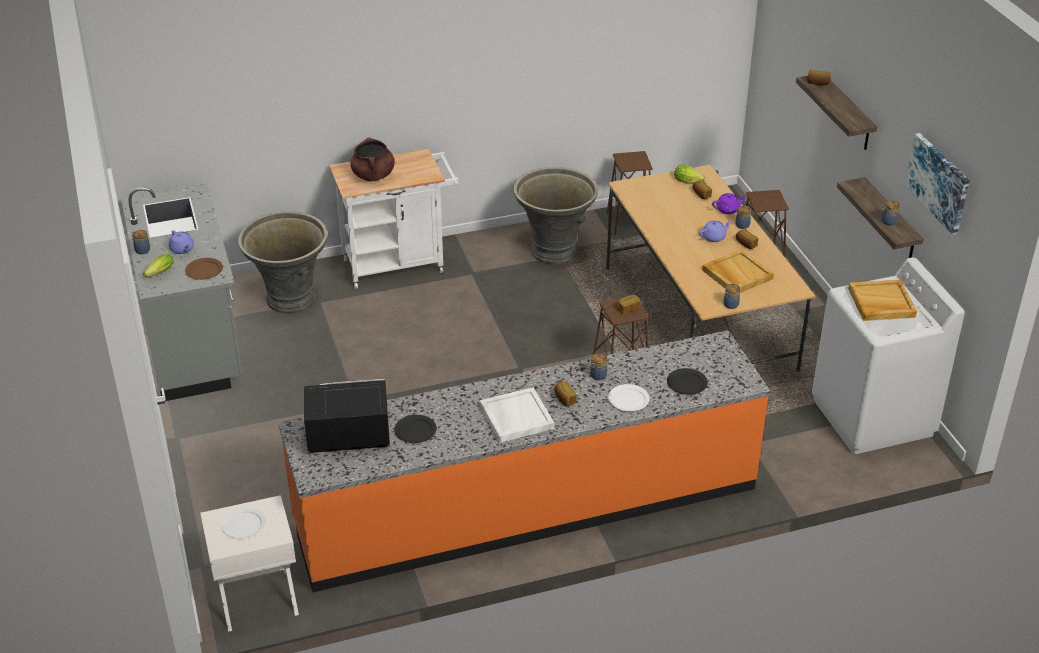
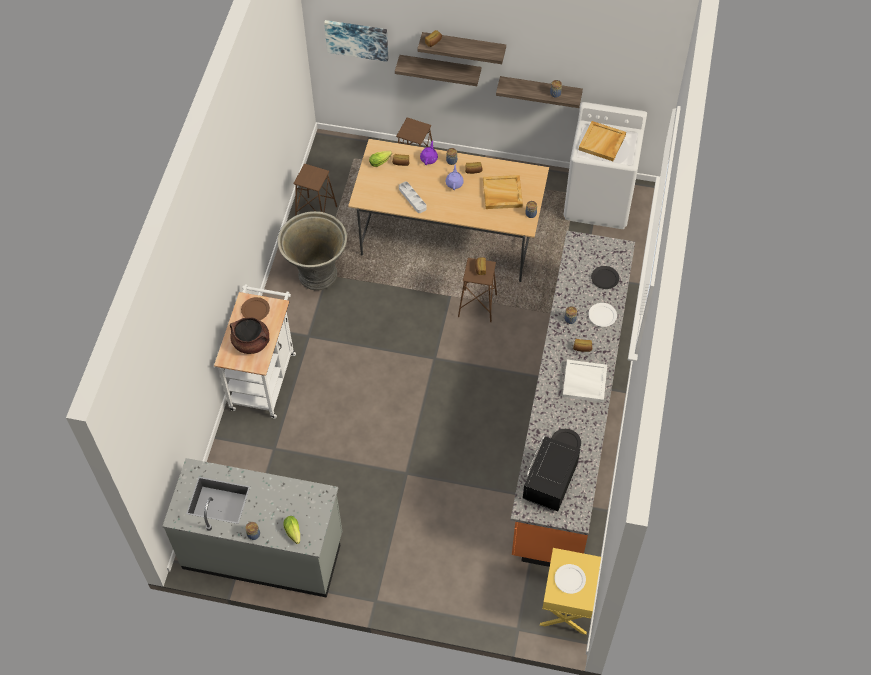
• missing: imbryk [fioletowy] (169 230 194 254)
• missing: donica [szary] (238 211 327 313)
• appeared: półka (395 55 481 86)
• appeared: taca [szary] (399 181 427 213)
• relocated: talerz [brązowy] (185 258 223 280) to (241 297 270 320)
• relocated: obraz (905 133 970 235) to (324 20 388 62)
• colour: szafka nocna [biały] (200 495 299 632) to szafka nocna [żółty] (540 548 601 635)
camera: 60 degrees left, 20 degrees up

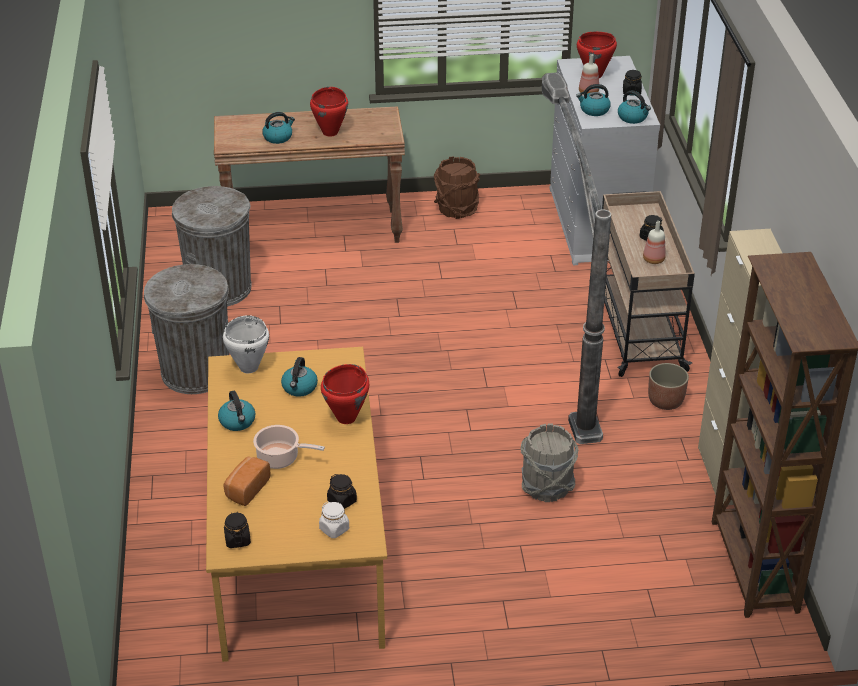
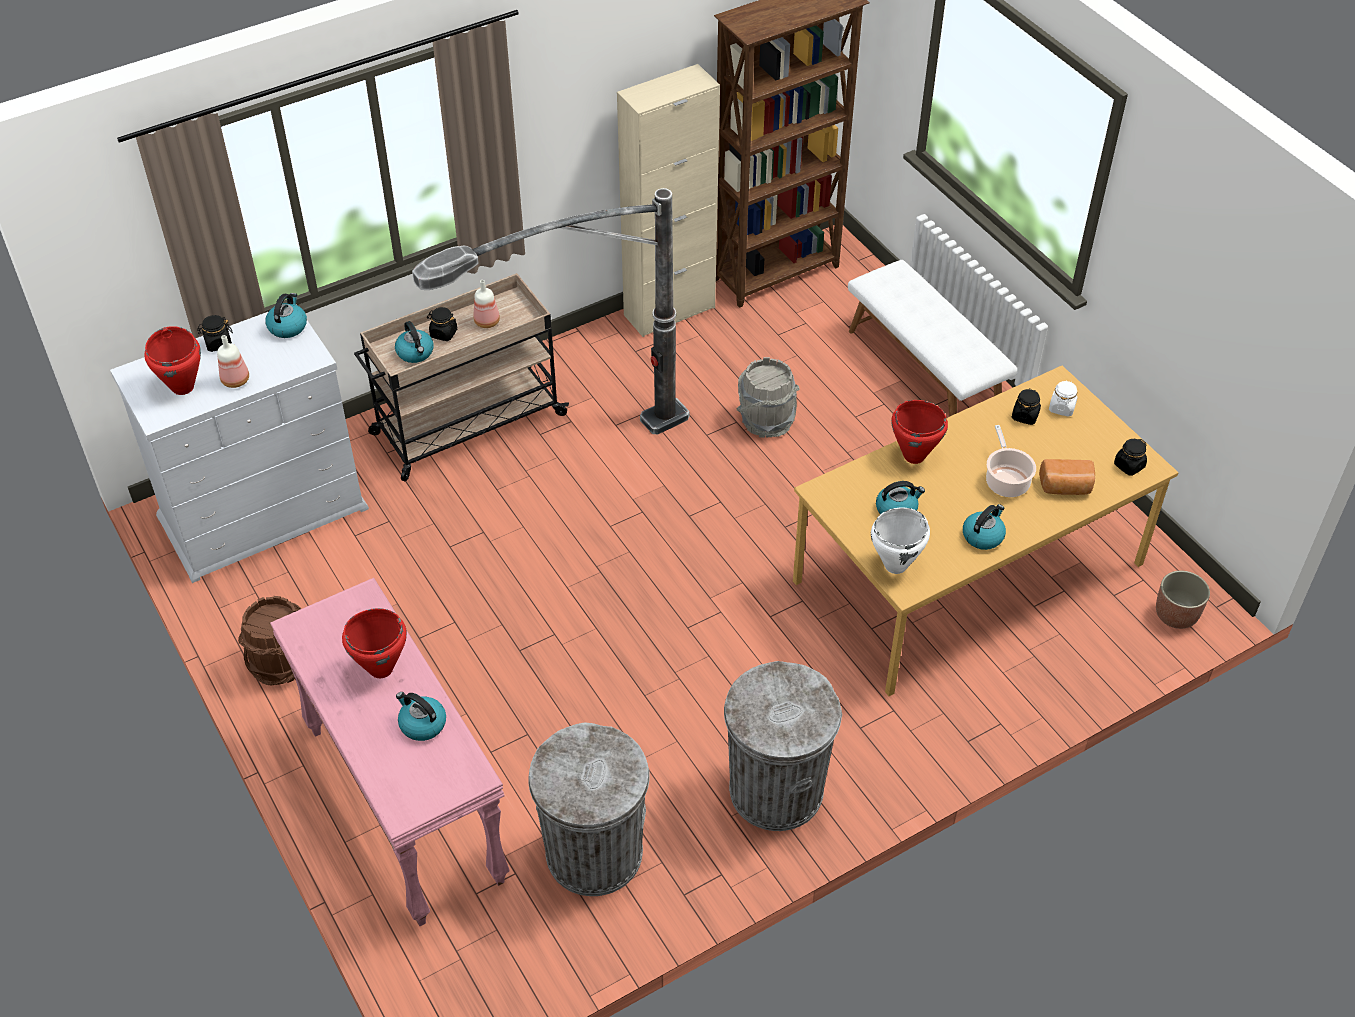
• appeared: ławka [biały] (848 260 1017 417)
• relocated: czajnik (576 84 611 116) to (395 321 434 363)
• relocated: donica (648 363 689 410) to (1156 571 1210 629)
• colour: stolik konsolowy [brązowy] (214 106 405 243) to stolik konsolowy [różowy] (270 578 510 926)
camera: 115 degrees left, 10 degrees up

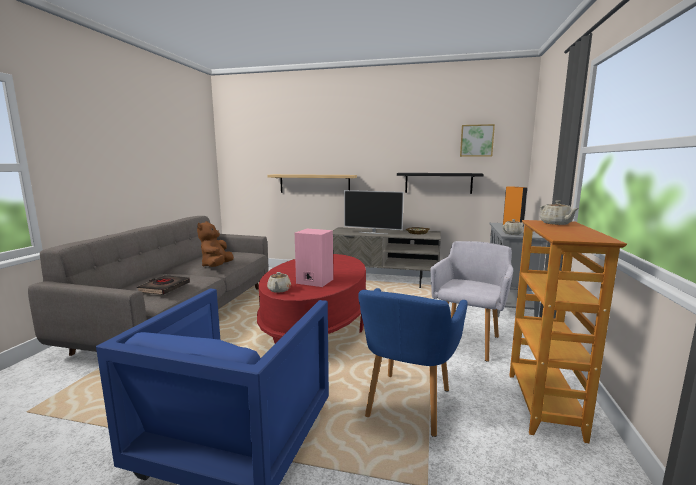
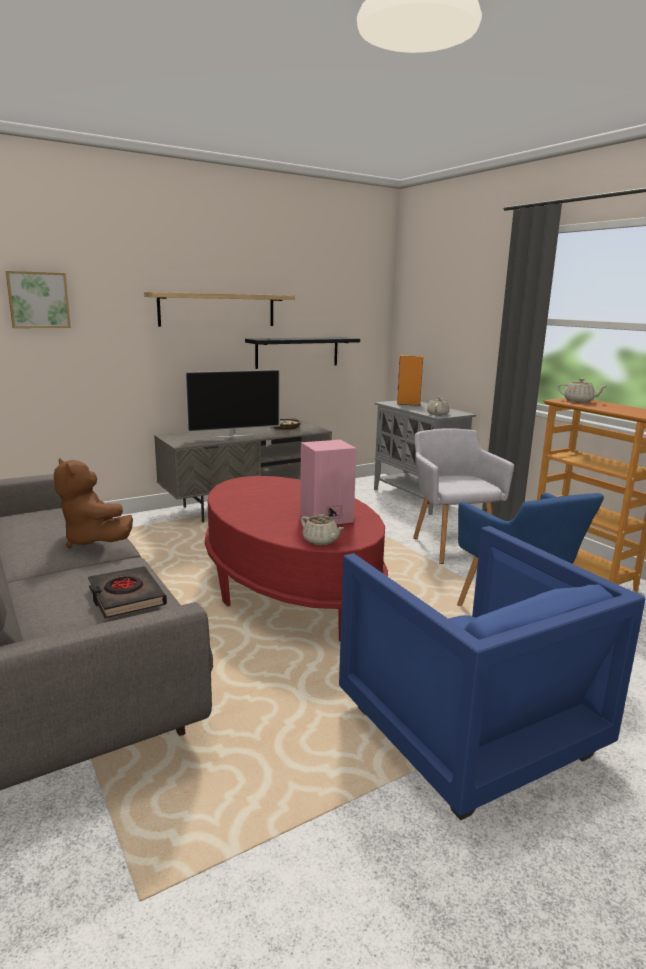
• relocated: półka (267 174 357 193) to (144 292 295 327)
• relocated: obraz (460 124 495 157) to (6 271 71 328)
camera: 45 degrees left, 5 degrees up

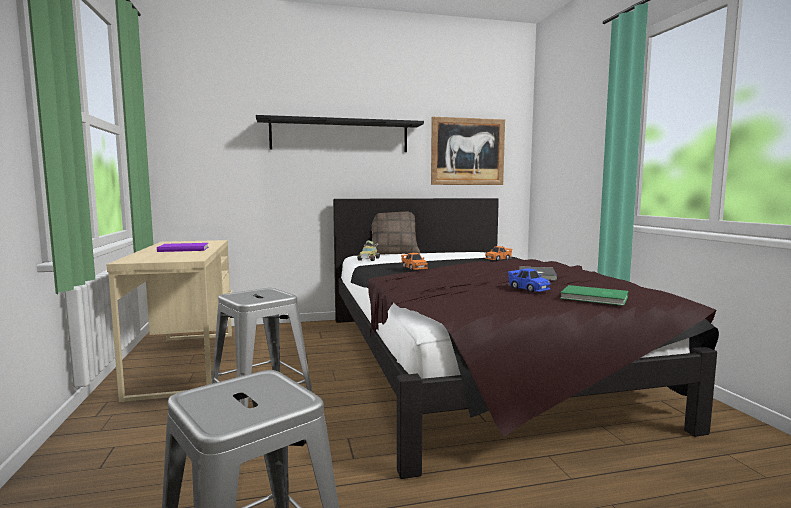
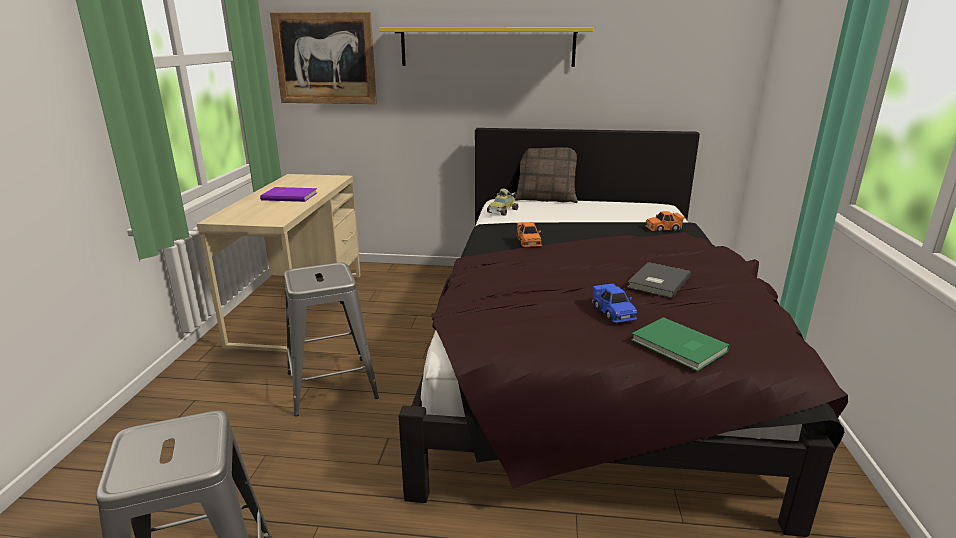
• relocated: obraz (431 117 505 185) to (270 12 377 104)
• colour: półka [czarny] (256 115 424 152) to półka [żółty] (379 27 593 67)
camera: 20 degrees right, 15 degrees up

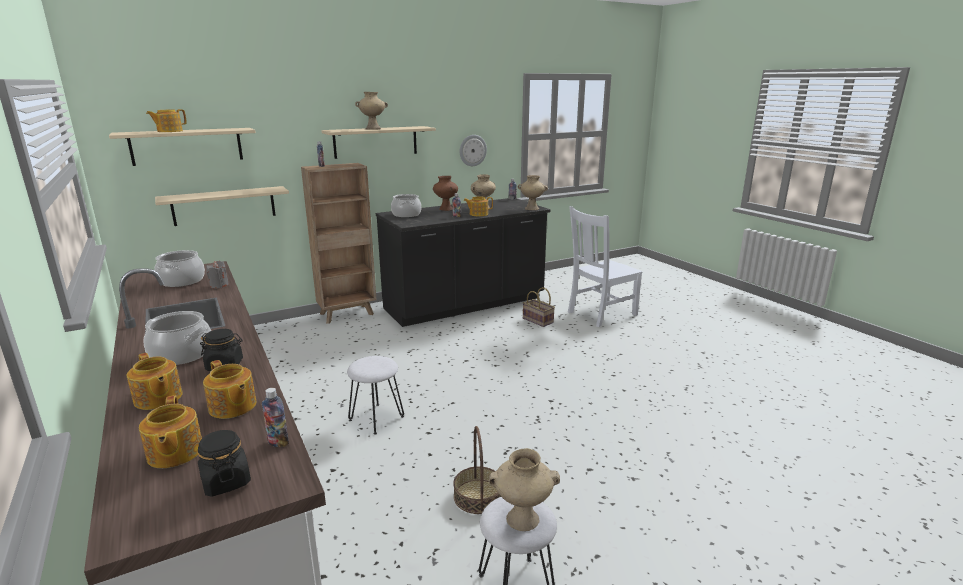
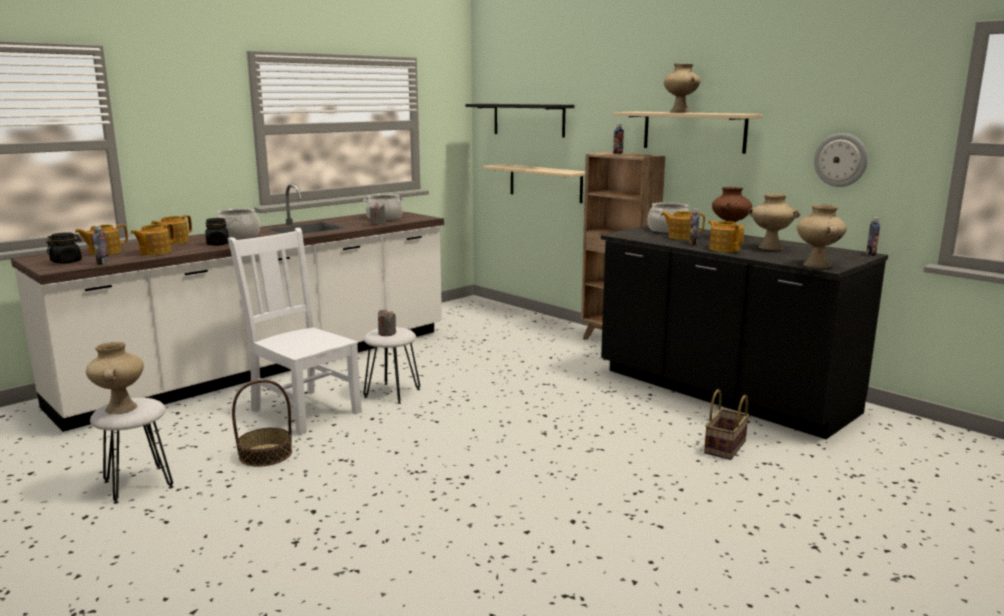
• appeared: świeca [szary] (378 309 396 336)
• relocated: imbryk (146 109 187 132) to (661 211 705 240)
• relocated: krzesło [biały] (568 206 642 327) to (228 228 362 435)
• colour: półka [beżowy] (109 128 256 166) to półka [czarny] (465 104 575 138)
camera: 75 degrees right, 5 degrees down

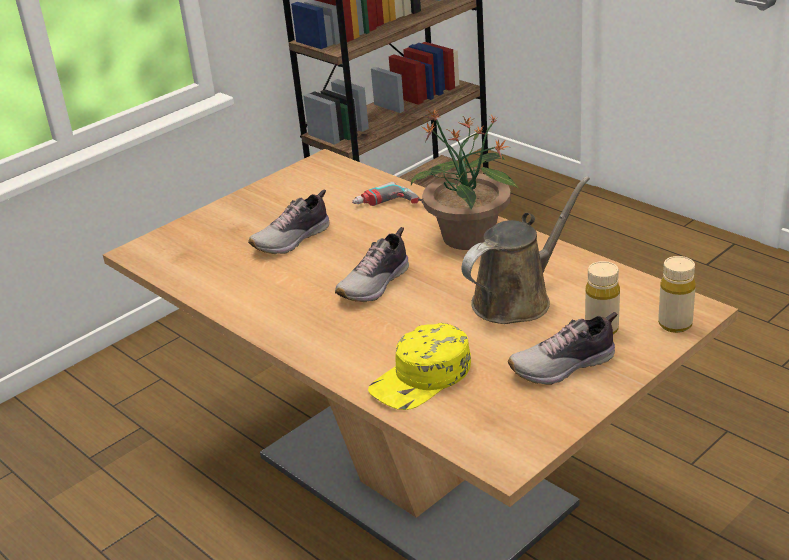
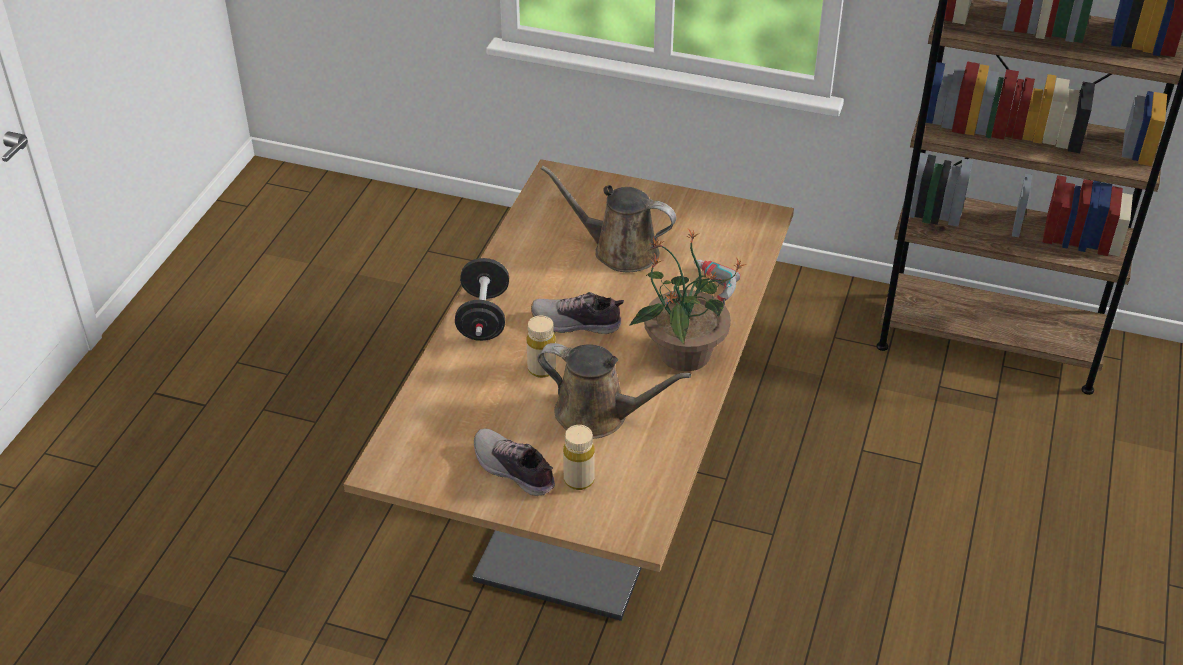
• missing: czapka z daszkiem [żółty] (368 323 471 410)
• appeared: hantel [czarny] (455 258 509 341)
• relocated: butelka [beżowy] (658 256 696 333) to (526 315 556 378)
• exchanged: but (248 190 330 254) to konewka [brązowy] (541 166 676 272)
camera: 60 degrees right, 10 degrees up

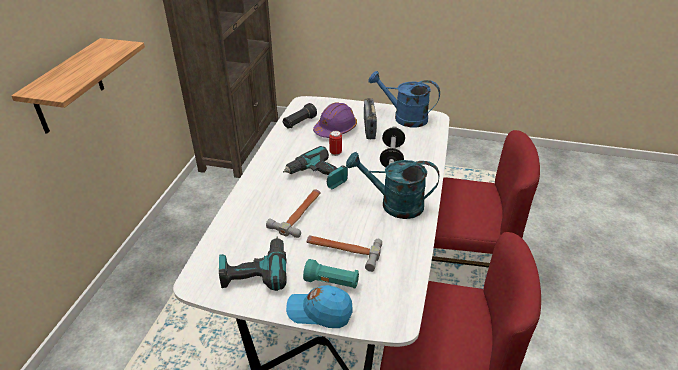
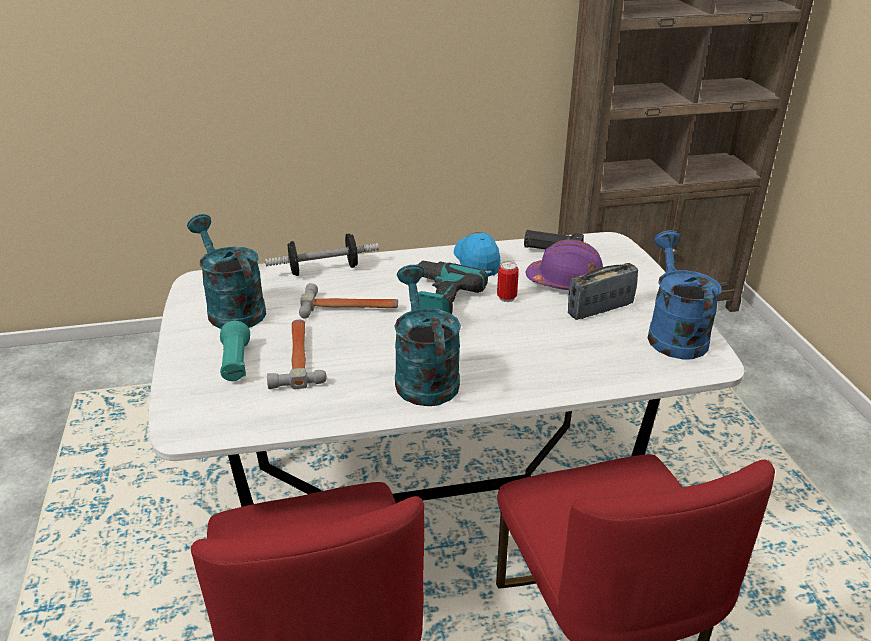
• missing: półka (11 38 145 134)
• relocated: czapka z daszkiem [niebieski] (286 285 352 328) to (454 232 501 277)
• relocated: hantel (380 126 405 168) to (265 234 379 276)
• exchanged: wiertarka (219 237 287 291) to konewka [turkusowy] (187 214 266 329)
camera: 65 degrees right, 5 degrees down

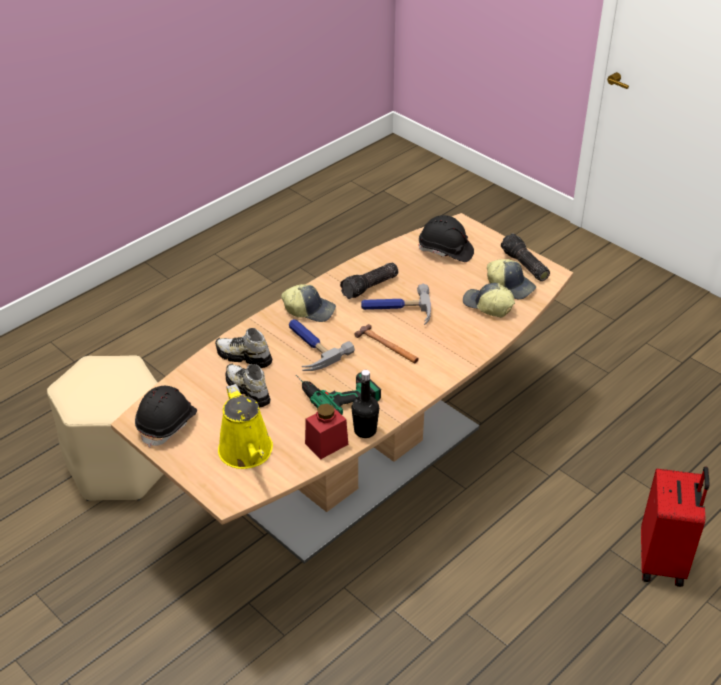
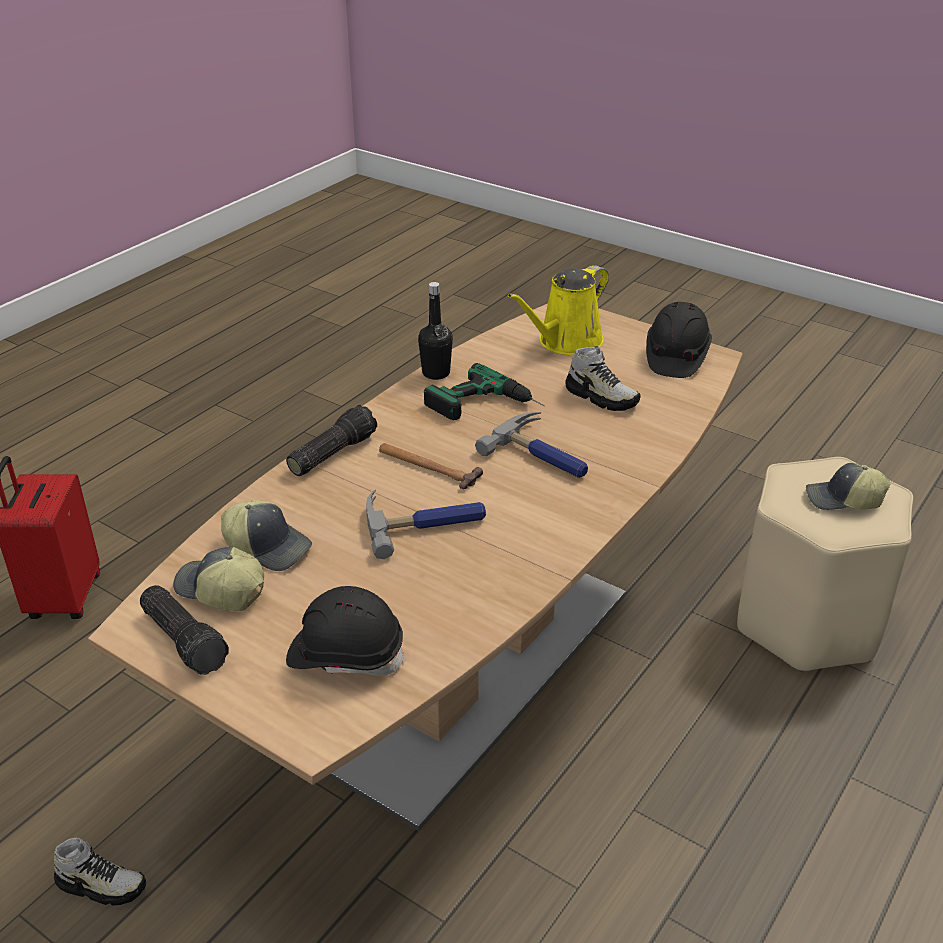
• missing: słoik [czerwony] (305 404 348 459)
• relocated: but (215 328 272 368) to (54 837 146 906)
• relocated: czapka z daszkiem (281 284 336 322) to (806 463 890 510)
• relocated: latarka (340 263 398 299) to (286 405 377 476)
• spun: konewka [żółty] (218 384 273 469) = (508 265 609 355) 105 degrees counterclockwise
camera: 170 degrees right, 5 degrees down

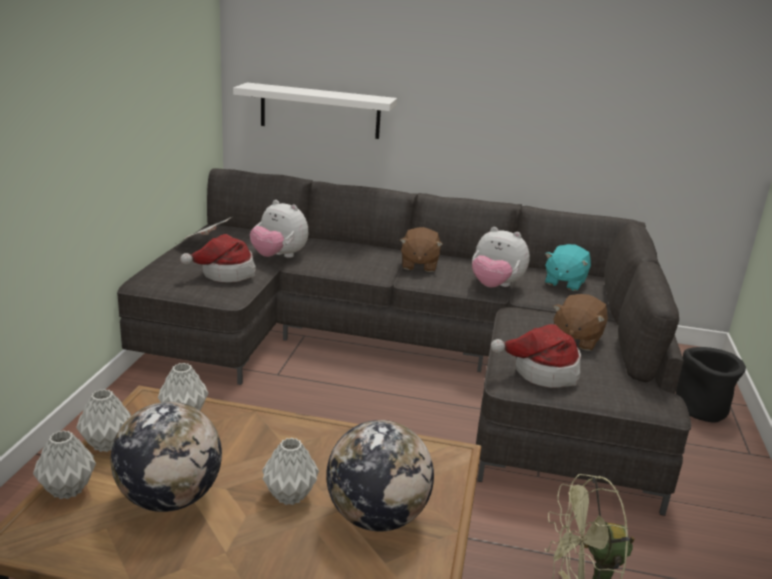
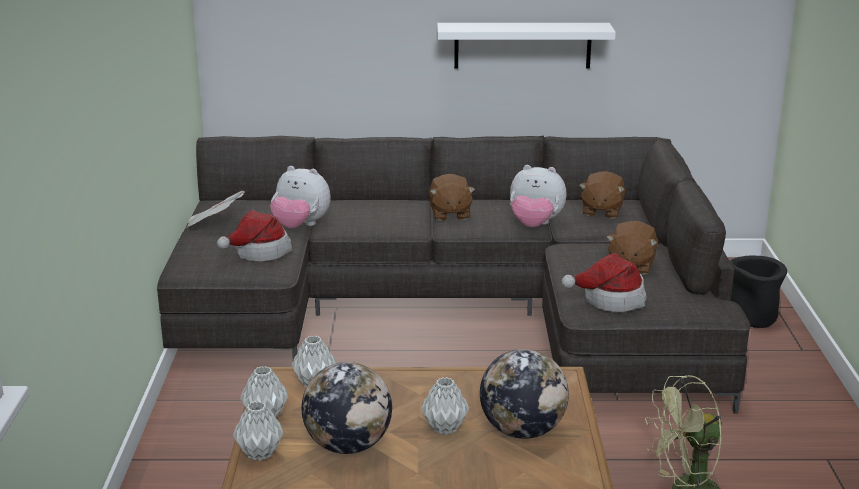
• relocated: półka [biały] (233 83 397 139) to (437 23 616 68)
• colour: pluszak [turkusowy] (545 244 591 291) to pluszak [brązowy] (580 171 625 219)
camera: 10 degrees left, 0 degrees up

